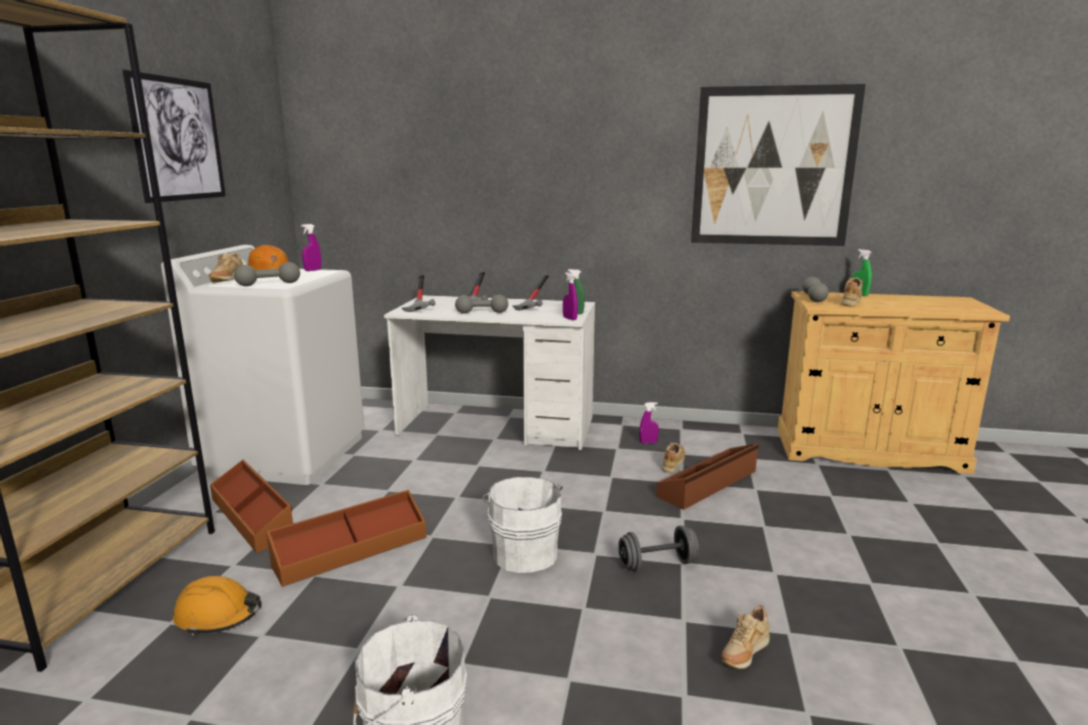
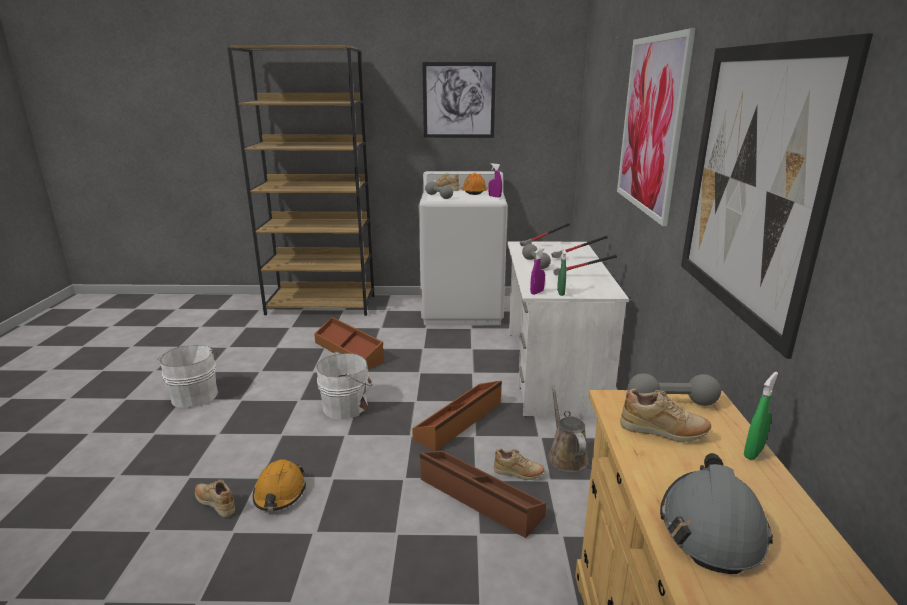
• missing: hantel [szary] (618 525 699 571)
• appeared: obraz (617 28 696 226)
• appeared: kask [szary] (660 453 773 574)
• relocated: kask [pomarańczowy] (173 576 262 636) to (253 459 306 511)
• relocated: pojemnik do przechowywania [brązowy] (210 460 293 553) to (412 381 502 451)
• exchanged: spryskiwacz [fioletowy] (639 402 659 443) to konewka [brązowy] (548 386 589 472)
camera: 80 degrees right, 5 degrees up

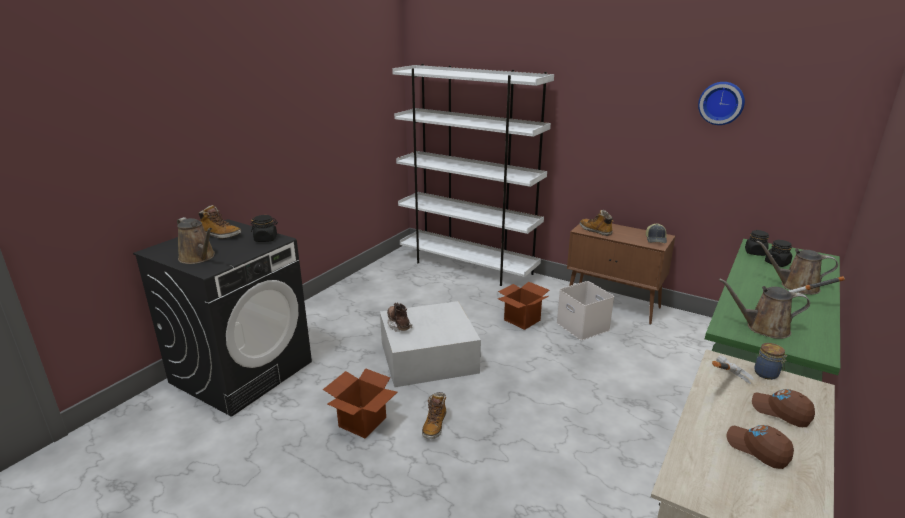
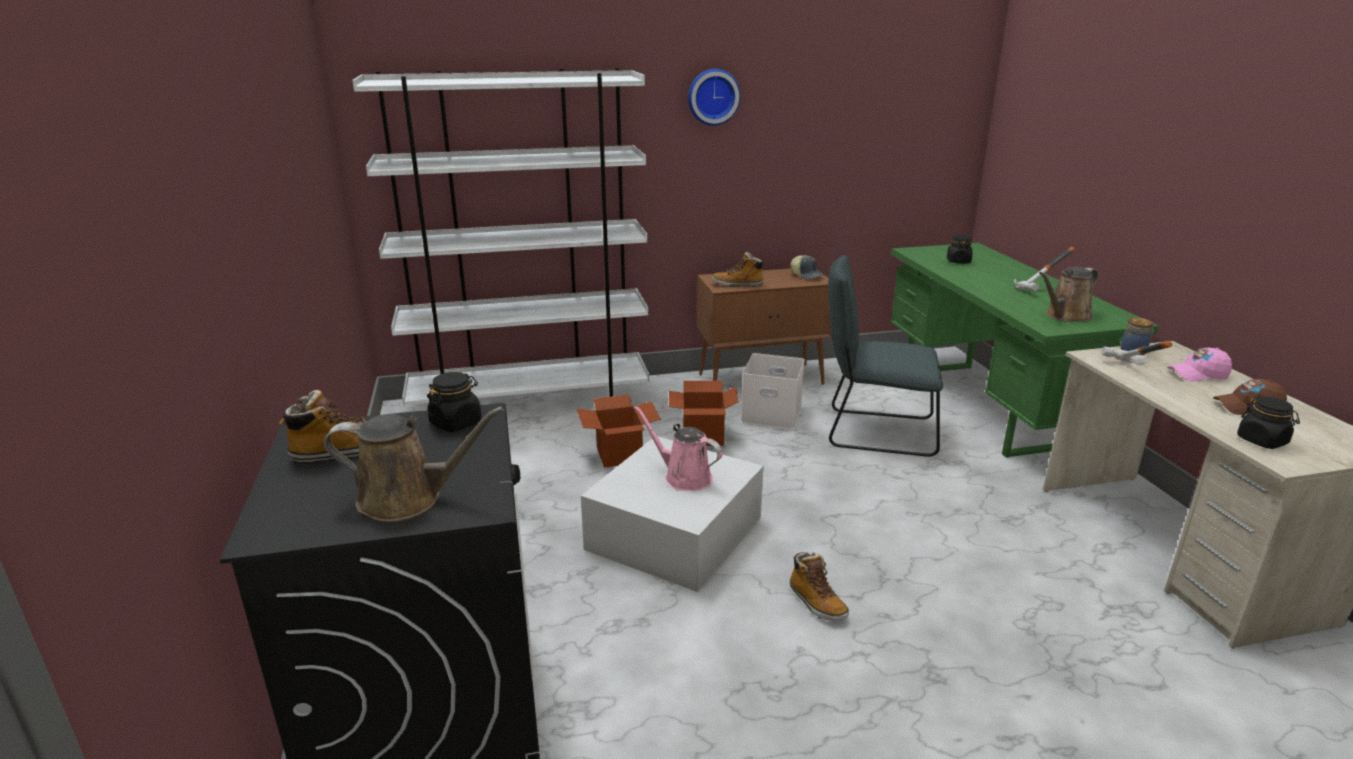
• missing: but z cholewką [brązowy] (387 302 412 332)
• missing: konewka [brązowy] (756 240 838 295)
• appeared: konewka [różowy] (634 406 723 491)
• appeared: krzesło [szary] (828 255 943 457)
• relocated: karton (323 368 397 438) to (577 395 661 468)
• relocated: zegar ścienny (698 82 745 125) to (688 69 740 126)
• relocated: słoik [czarny] (745 230 769 256) to (1237 396 1300 449)
• colour: czapka z daszkiem [brązowy] (752 389 815 427) to czapka z daszkiem [różowy] (1168 348 1232 382)
camera: 45 degrees left, 0 degrees up

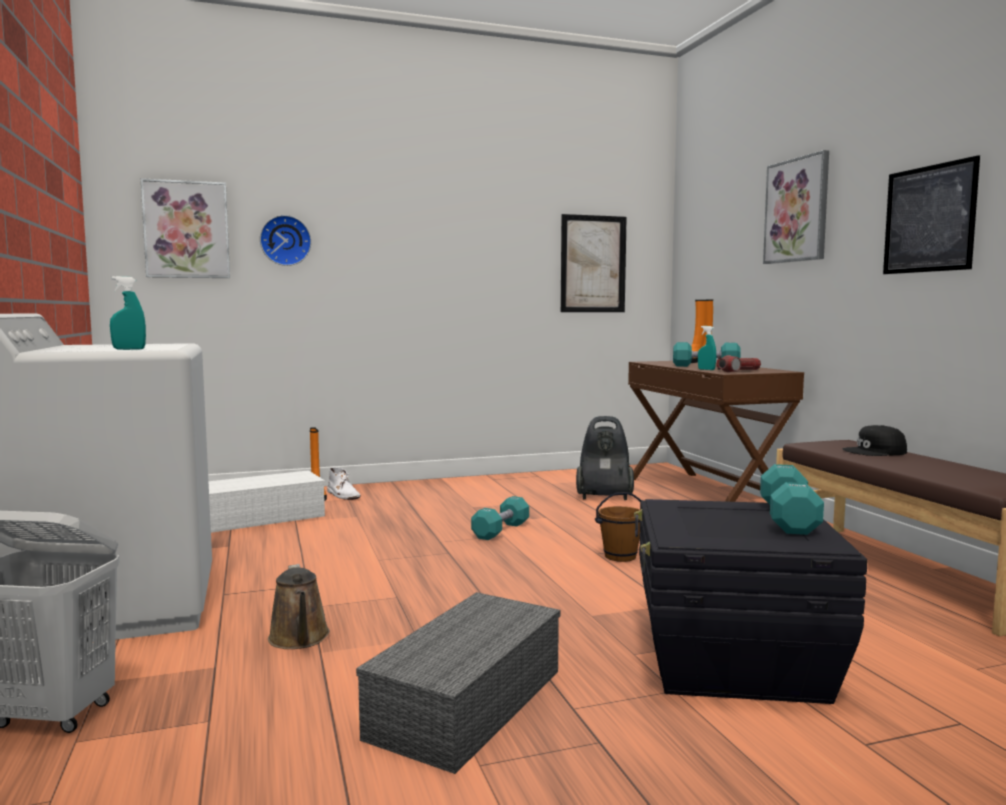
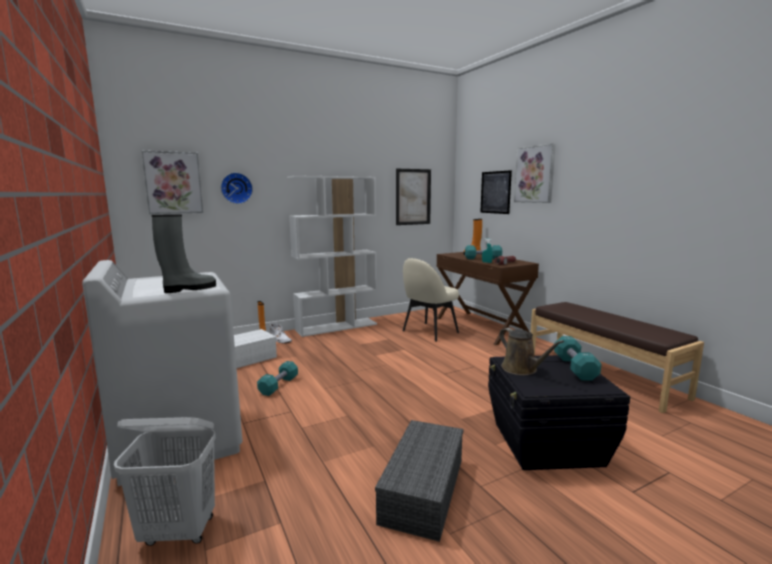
• missing: wiadro [brązowy] (595 492 641 562)
• missing: czapka z daszkiem [czarny] (843 425 907 456)
• appeared: regał [biały] (287 175 377 337)
• relocated: konewka [brązowy] (268 564 330 649) to (499 328 564 375)
• relocated: hantel [turkusowy] (471 496 529 540) to (257 361 298 396)
• relocated: obraz (883 155 980 274) to (480 170 512 214)
• exchanged: spryskiwacz [turkusowy] (110 276 146 350) to but z cholewką [szary] (152 214 216 293)
• exchanged: odkurzacz (576 416 634 500) to krzesło [beżowy] (403 258 459 342)
camera: 10 degrees left, 5 degrees up

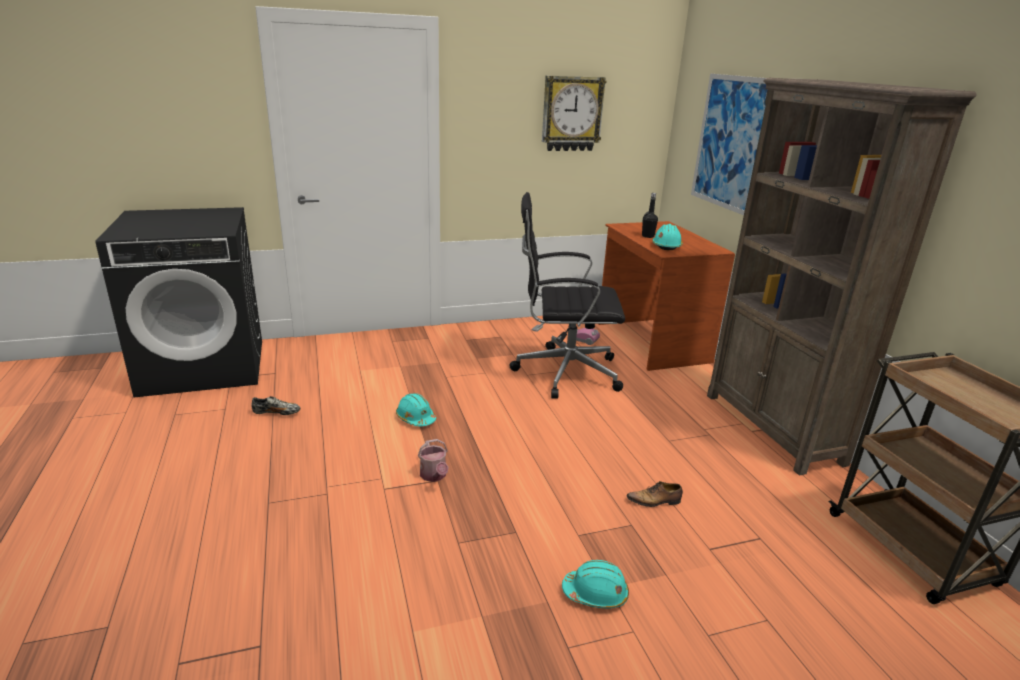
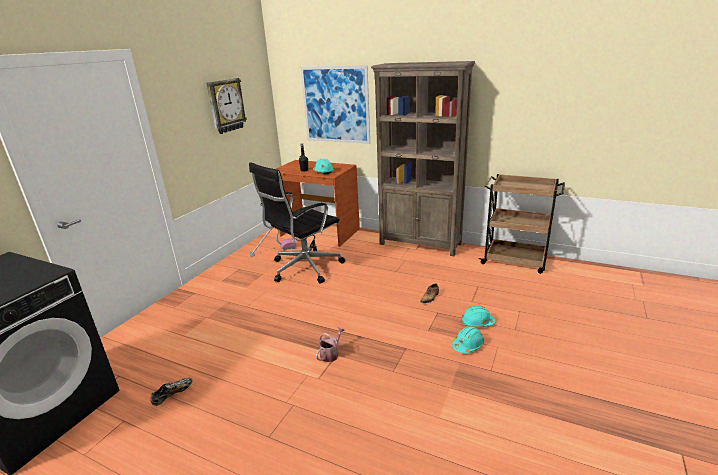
• relocated: kask [turkusowy] (396 393 436 426) to (461 306 495 328)
• spun: konewka (418 439 449 482) = (316 327 345 362) 75 degrees counterclockwise
camera: 45 degrees left, 0 degrees up

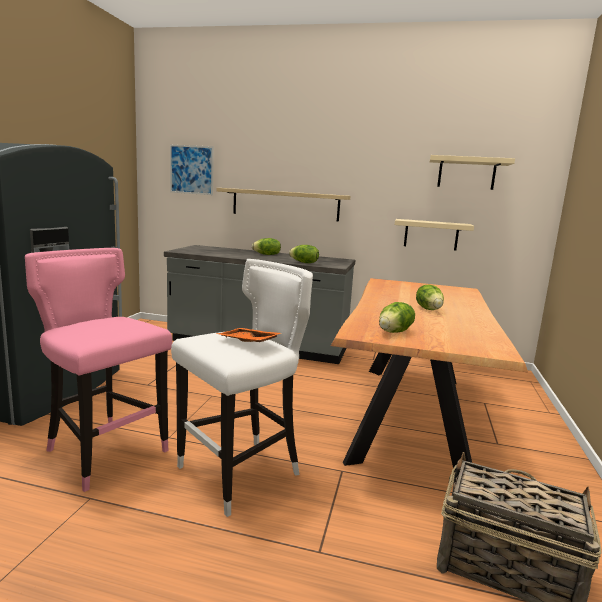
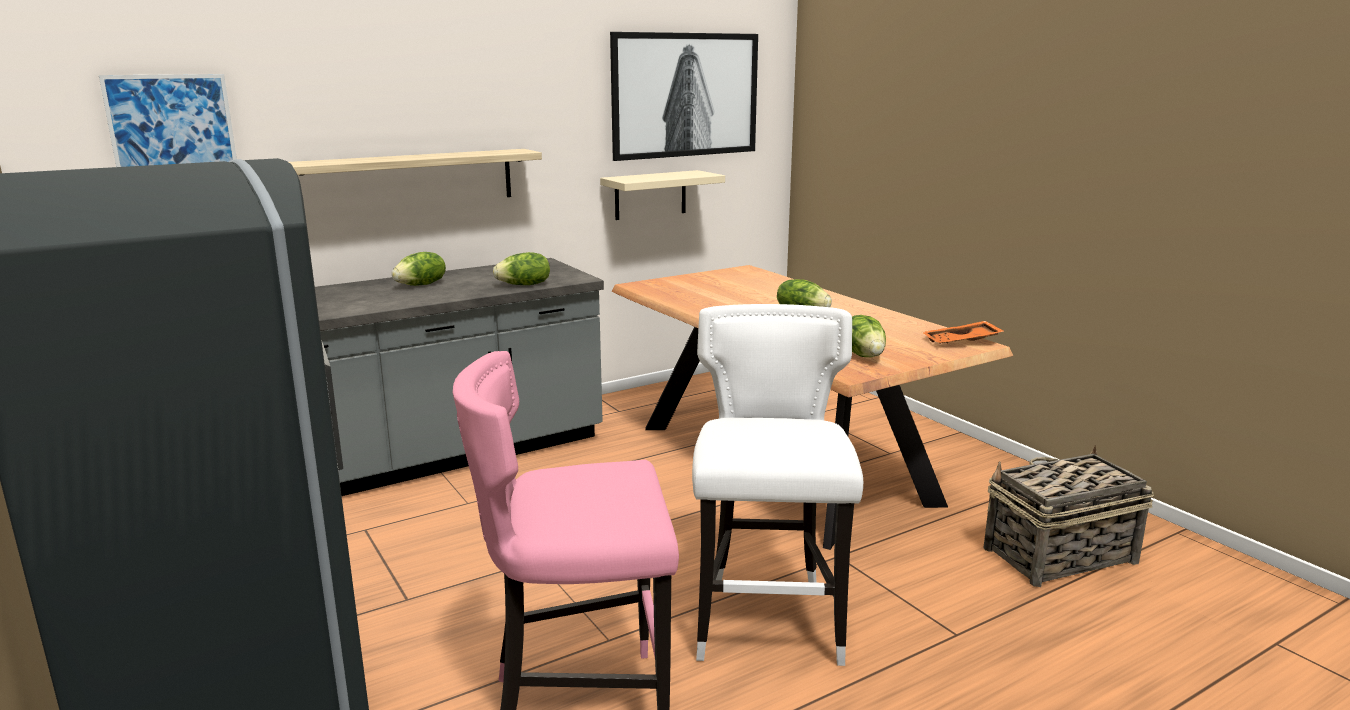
• relocated: taca [pomarańczowy] (216 328 282 342) to (922 321 1004 344)
• exchanged: półka [beżowy] (430 155 515 190) to obraz (610 32 758 161)
camera: 45 degrees left, 5 degrees up

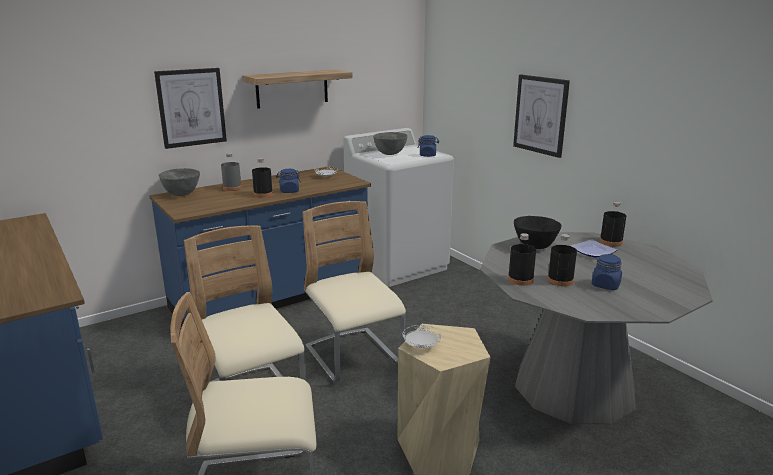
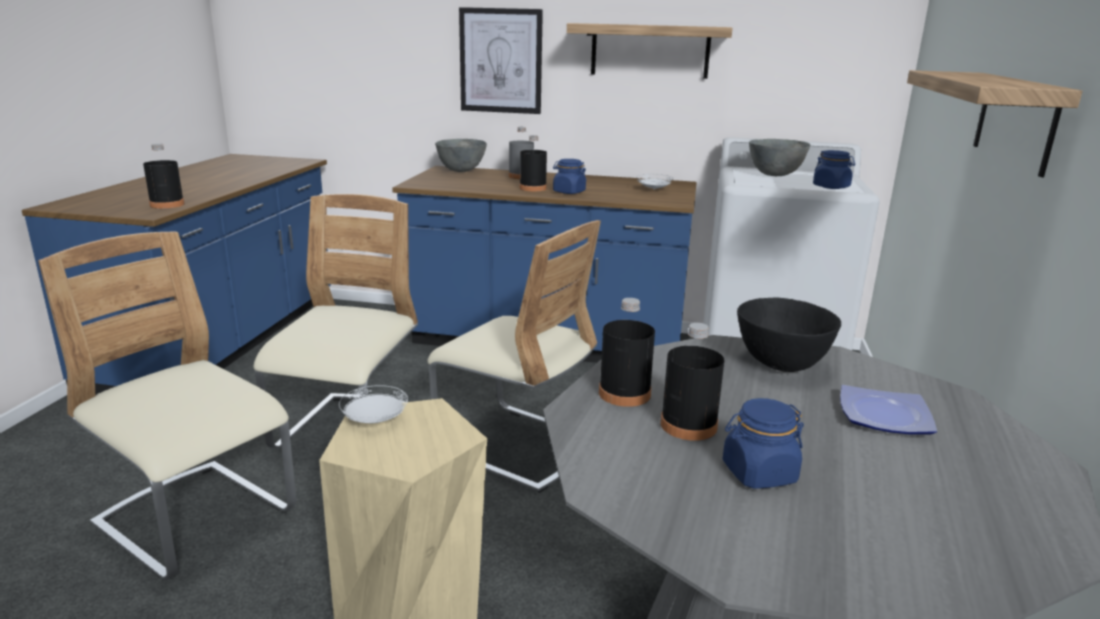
• relocated: butelka [czarny] (600 201 626 246) to (143 144 184 209)
• exchanged: obraz (513 75 570 158) to półka (907 70 1082 177)
• spun: krzesło [beżowy] (302 201 406 383) = (427 220 601 493) 105 degrees clockwise
camera: 45 degrees right, 0 degrees up

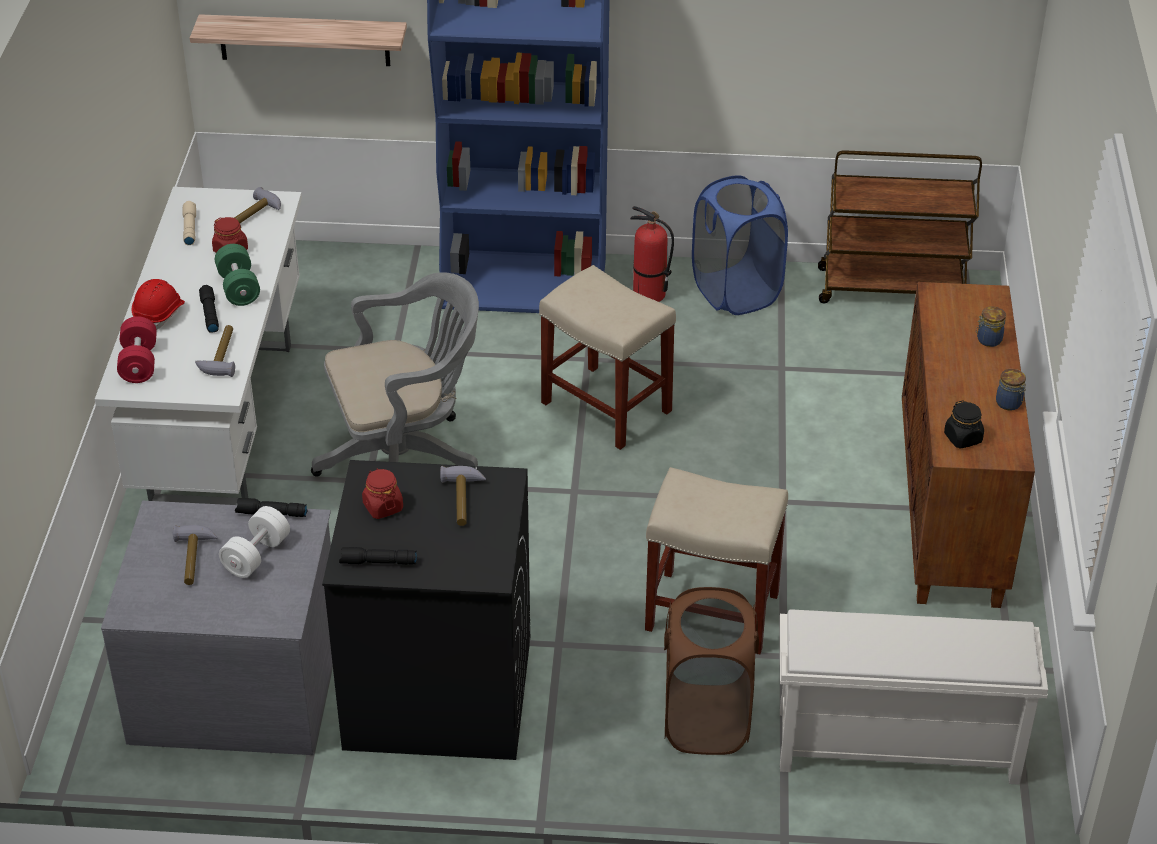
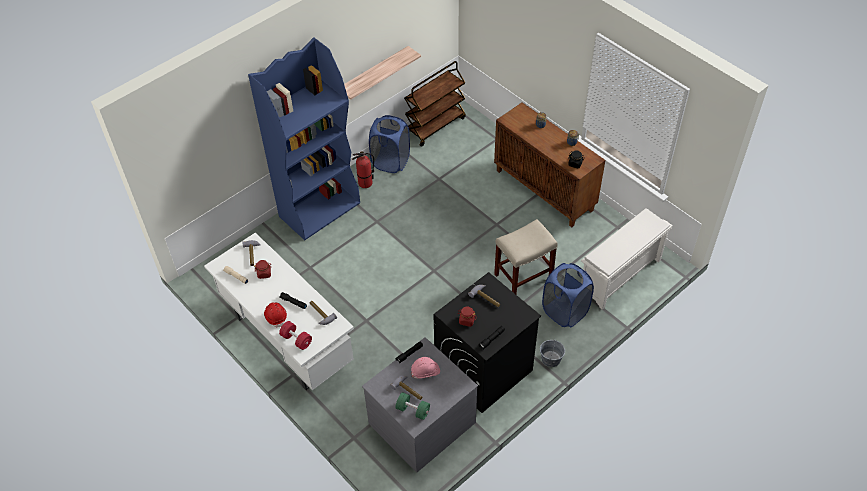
• missing: krzesło biurowe [szary] (311 272 479 477)
• missing: stołek [beżowy] (539 265 676 450)
• appeared: wiadro [szary] (540 340 565 367)
• relocated: półka (190 14 407 66) to (344 46 421 100)
• relocated: hantel [zielony] (215 244 260 306) to (396 392 430 420)
• exchanged: hantel [biały] (219 506 290 578) to kask [różowy] (411 357 440 379)
• colour: kosz na pranie [brązowy] (664 587 759 755) to kosz na pranie [niebieski] (542 263 594 328)
camera: 45 degrees left, 10 degrees up

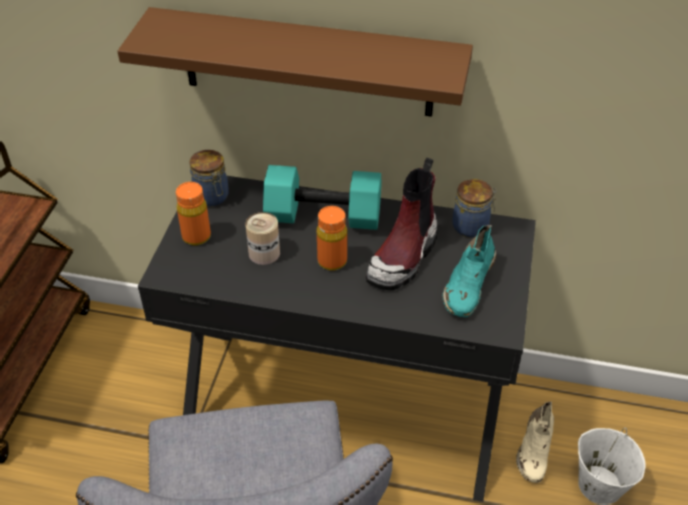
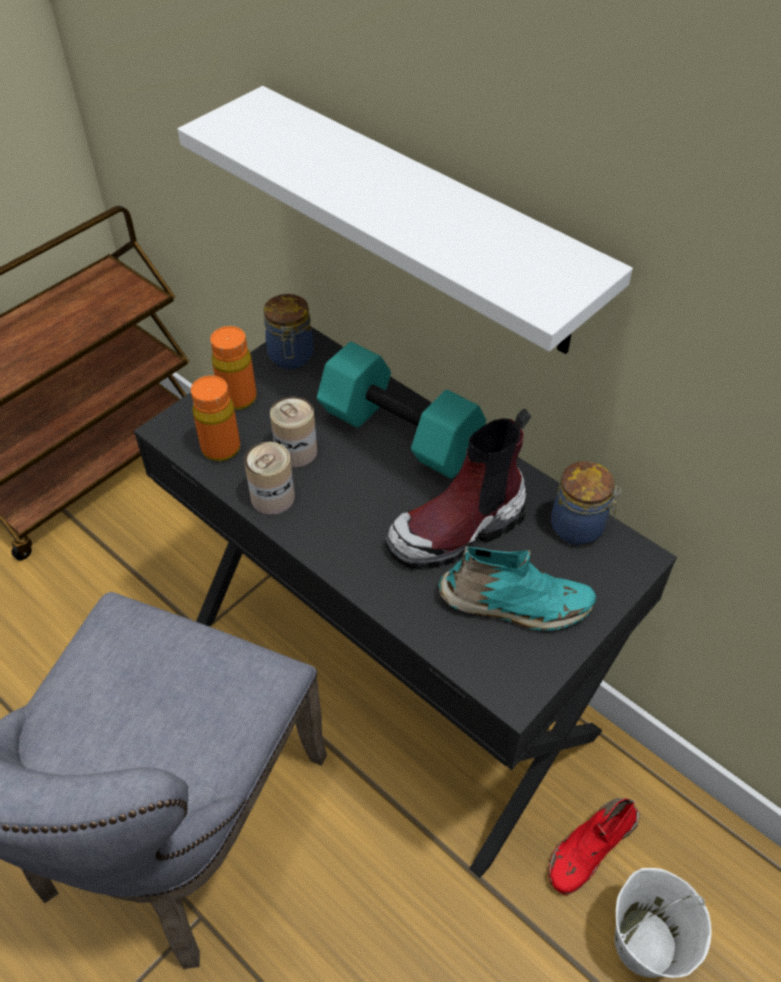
• appeared: puszka (244 442 295 515)
• relocated: butelka [pomarańczowy] (317 206 347 271) to (191 375 240 461)
• colour: półka [brązowy] (117 7 473 117) to półka [biały] (178 86 633 354)
• colour: but [beżowy] (516 402 554 483) to but [czerwony] (548 798 640 895)
• spun: but [turkusowy] (442 225 496 317) = (438 547 596 631) 135 degrees counterclockwise
camera: 30 degrees right, 5 degrees up

